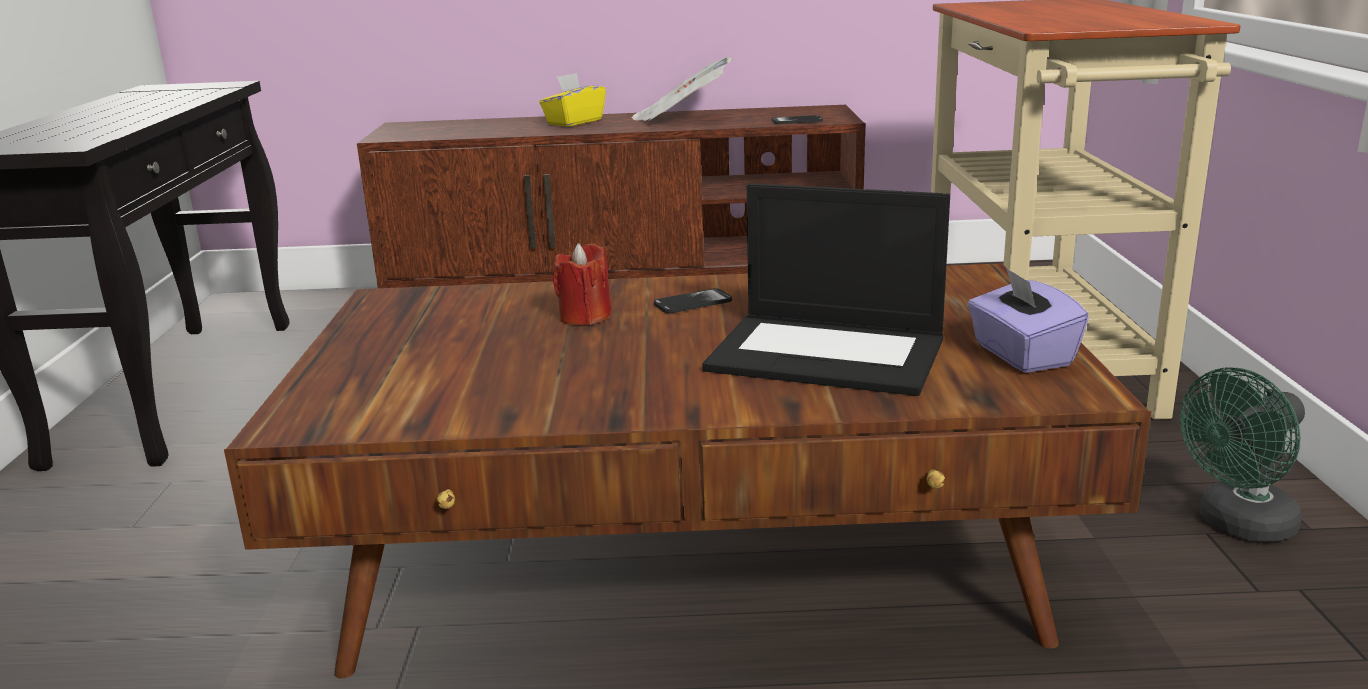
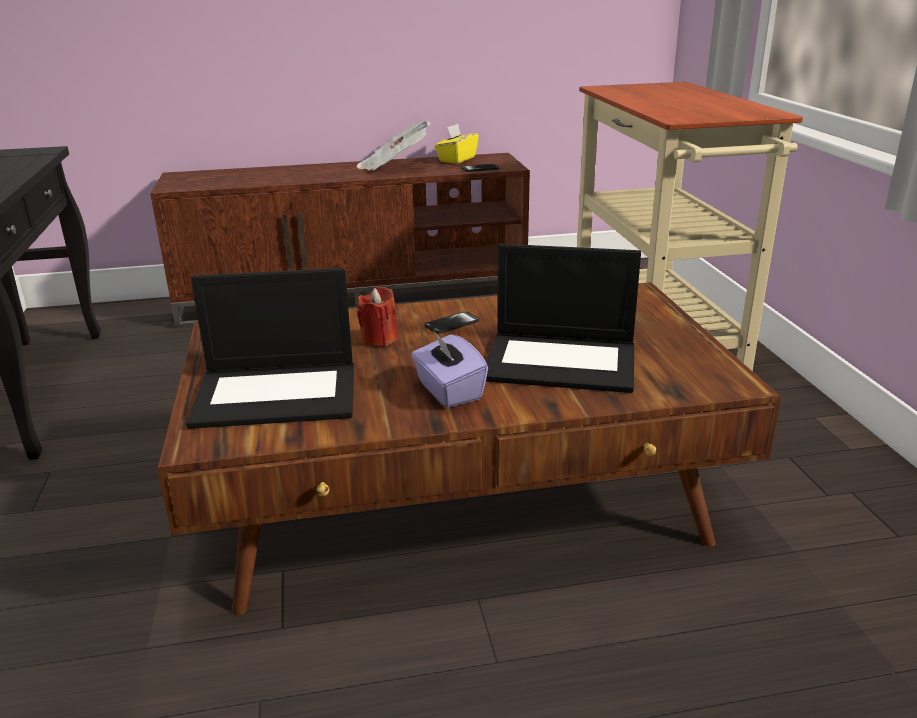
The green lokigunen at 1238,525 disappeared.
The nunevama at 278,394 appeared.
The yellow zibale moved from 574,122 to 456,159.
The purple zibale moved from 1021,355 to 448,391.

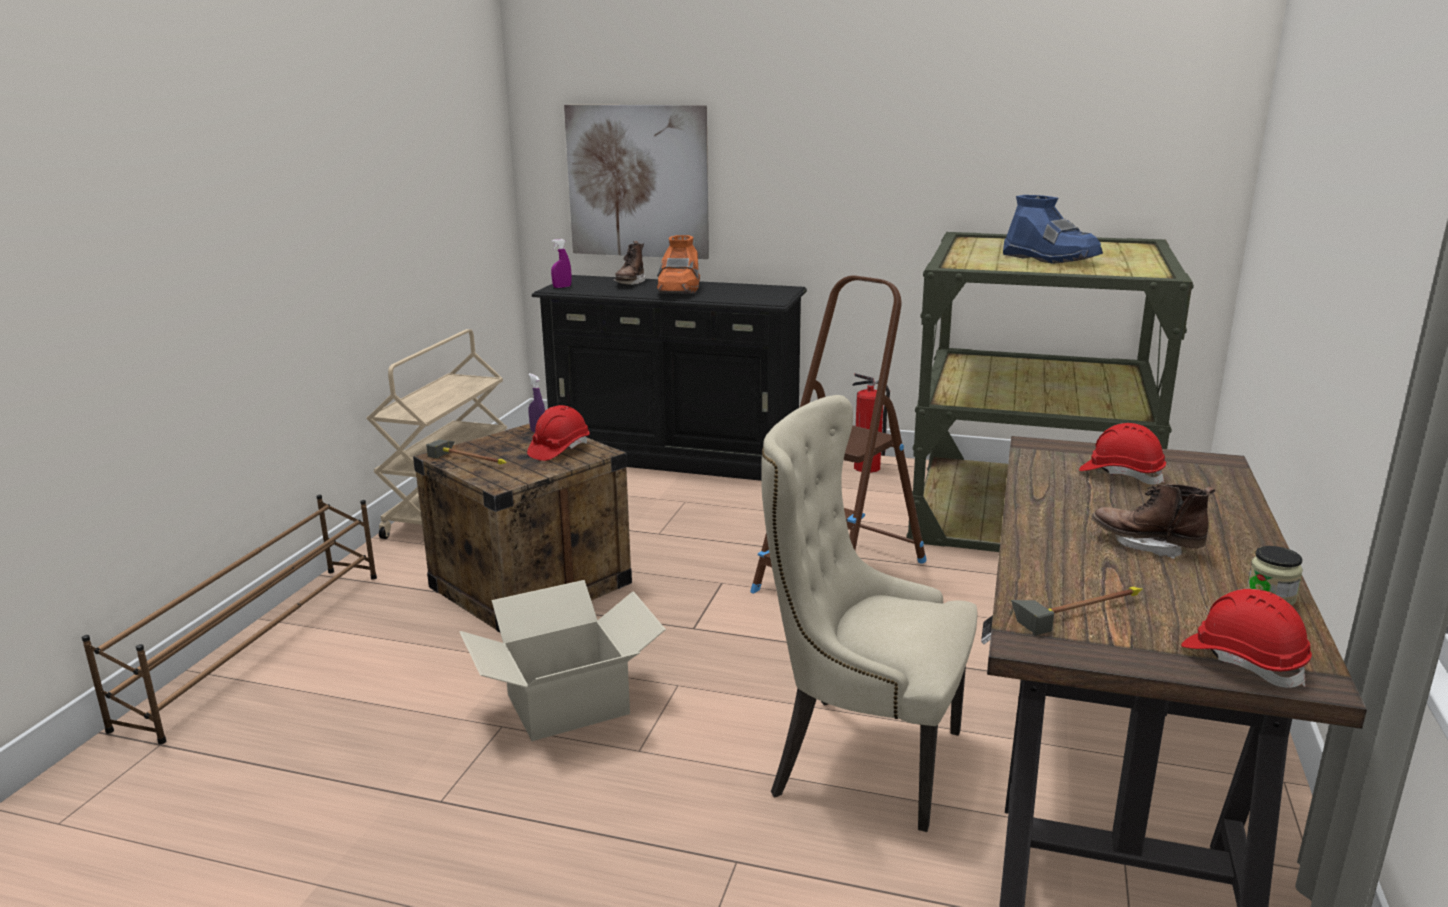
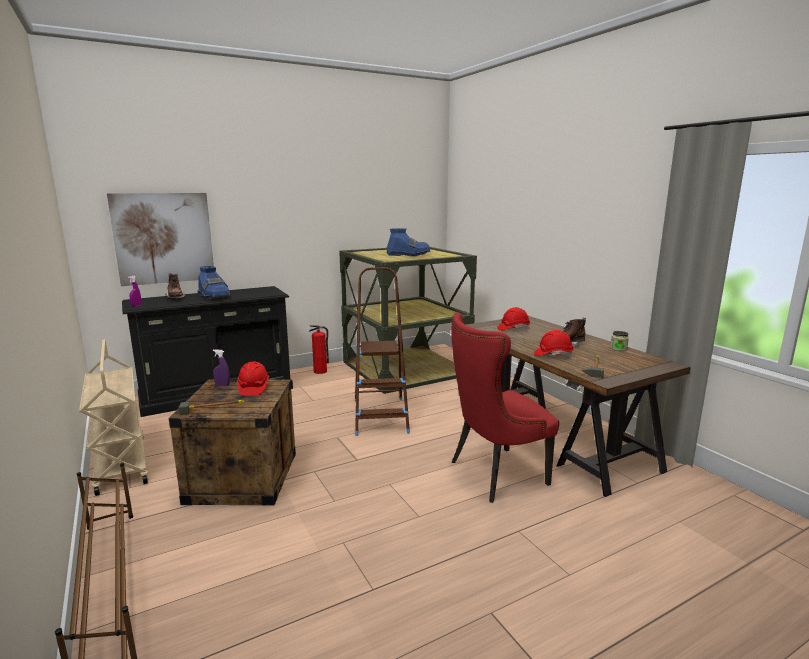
The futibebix at 567,703 disappeared.
The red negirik moved from 1243,661 to 553,355.
The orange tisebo at 679,290 became the blue tisebo at 214,296.
The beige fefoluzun at 862,760 became the red fefoluzun at 496,474.

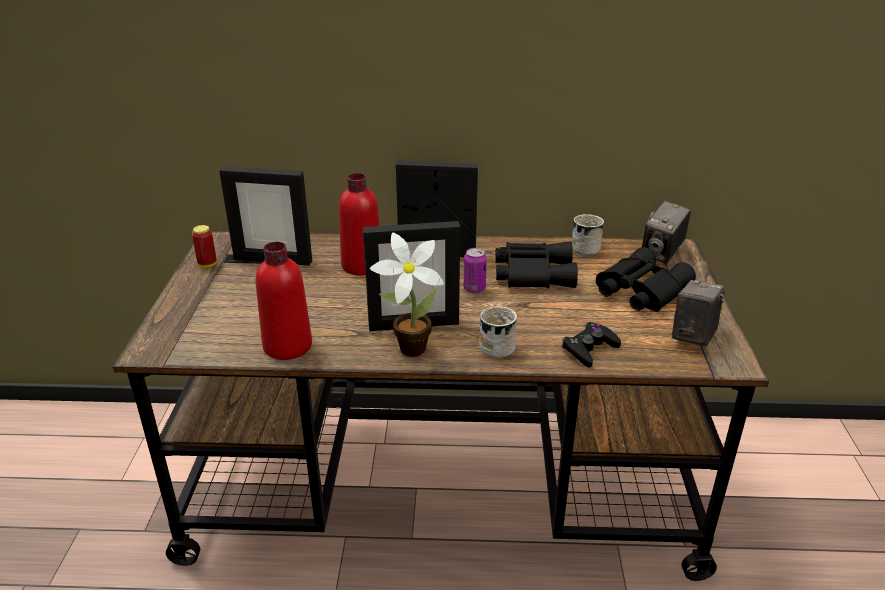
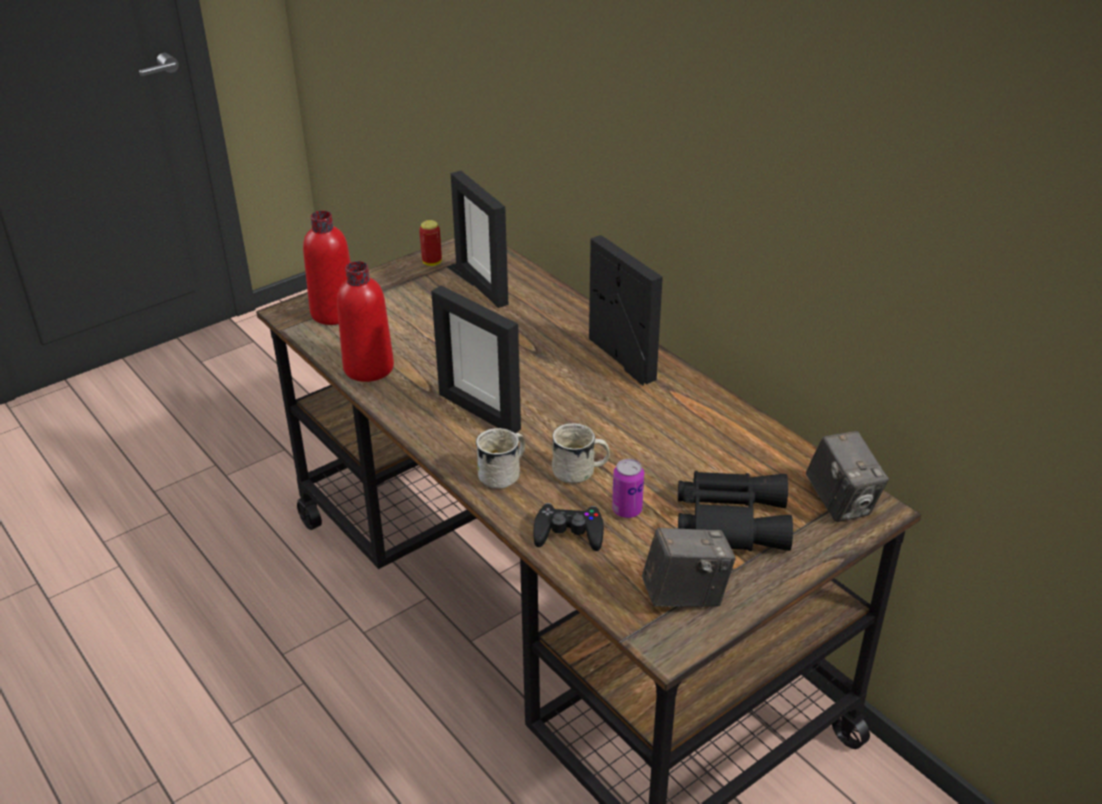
The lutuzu at 408,349 disappeared.
The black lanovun at 532,273 disappeared.
The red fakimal moved from 362,266 to 334,313.
The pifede moved from 474,289 to 627,510.
The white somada moved from 588,247 to 580,472.
The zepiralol at 662,253 turned 105 degrees counterclockwise.

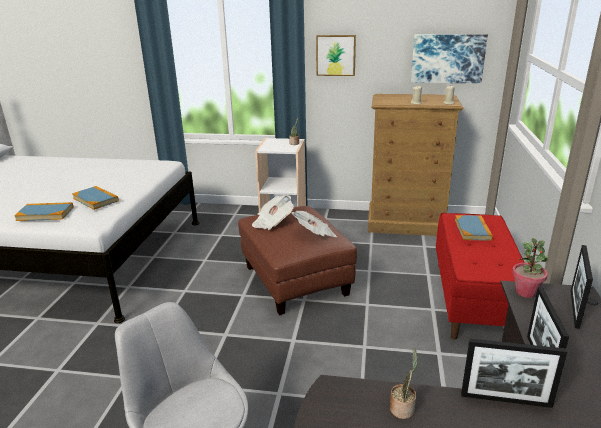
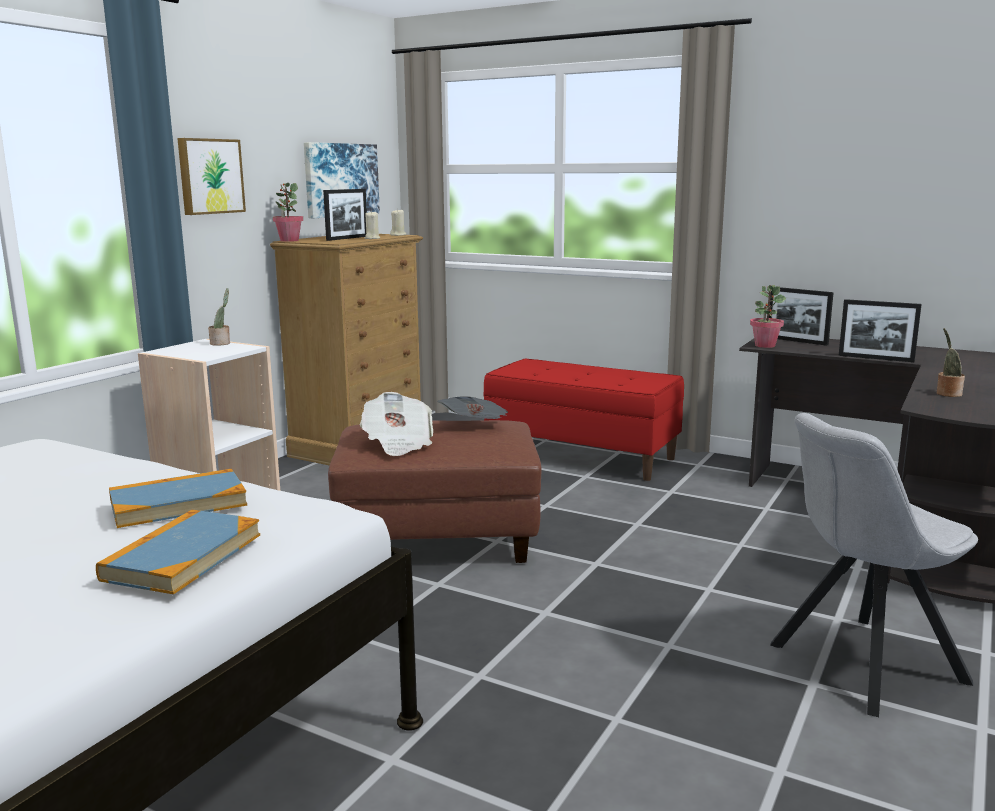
The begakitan at 472,230 disappeared.
The lutuzu at 289,240 appeared.
The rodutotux moved from 505,400 to 347,238.

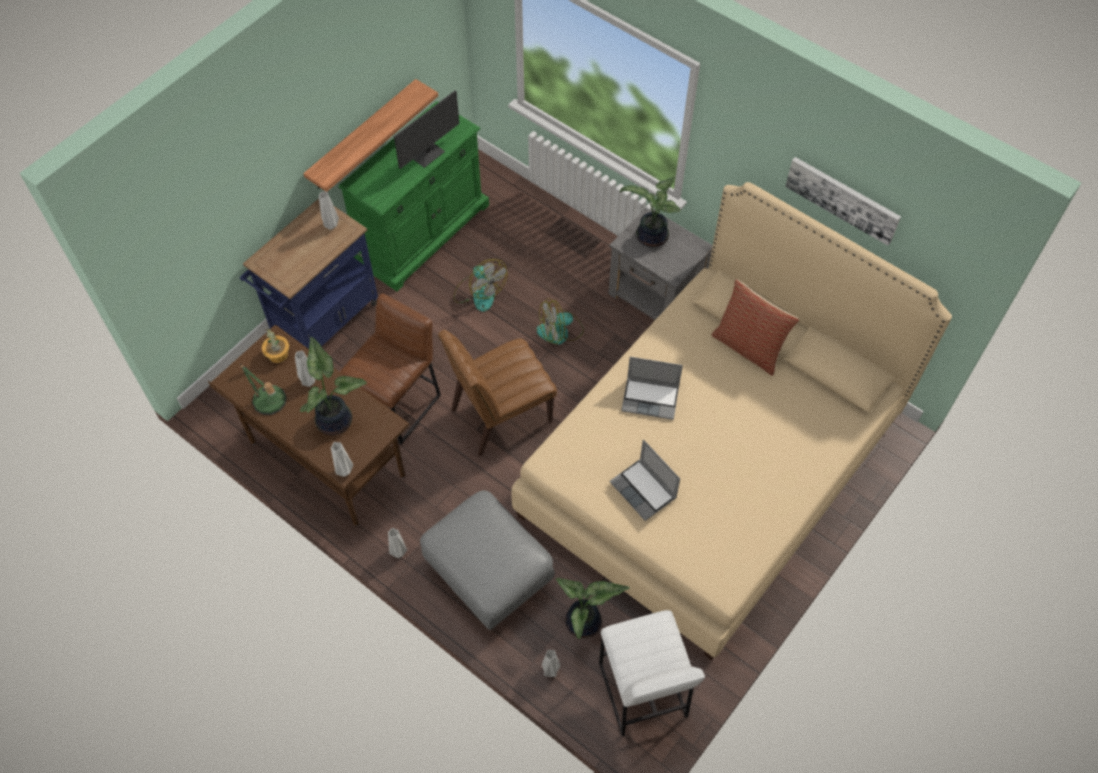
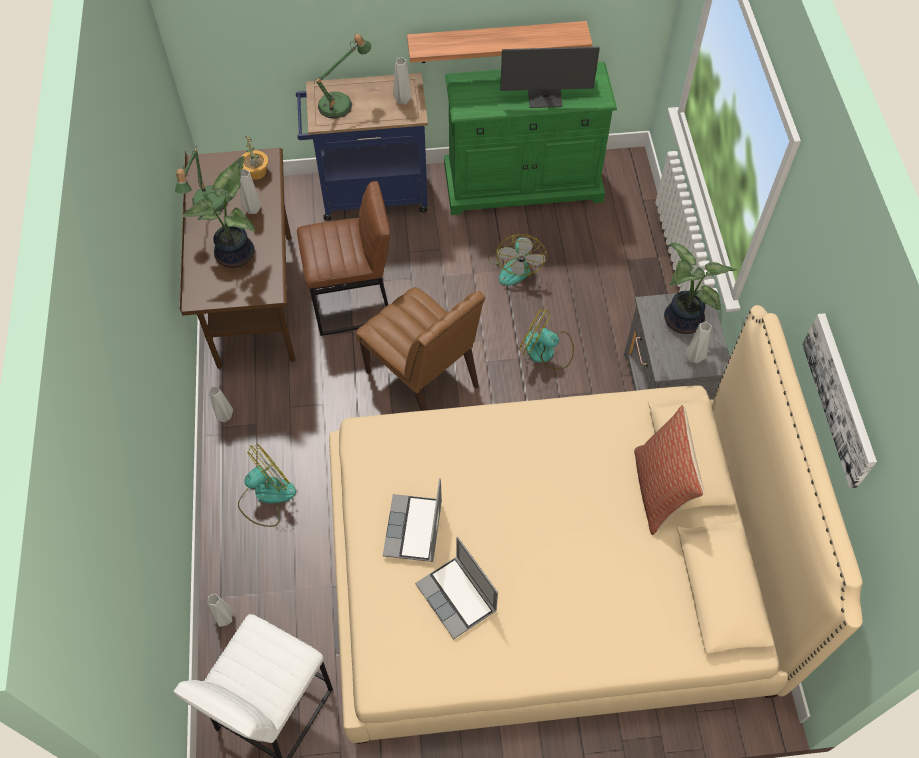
The lutuzu at 585,624 disappeared.
The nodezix at 341,104 appeared.
The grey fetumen moved from 343,470 to 693,357.
The nunevama moved from 651,398 to 457,598.
The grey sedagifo at 488,575 was replaced by the lokigunen at 266,496.
The brown fefoluzun at 501,415 turned 150 degrees counterclockwise.

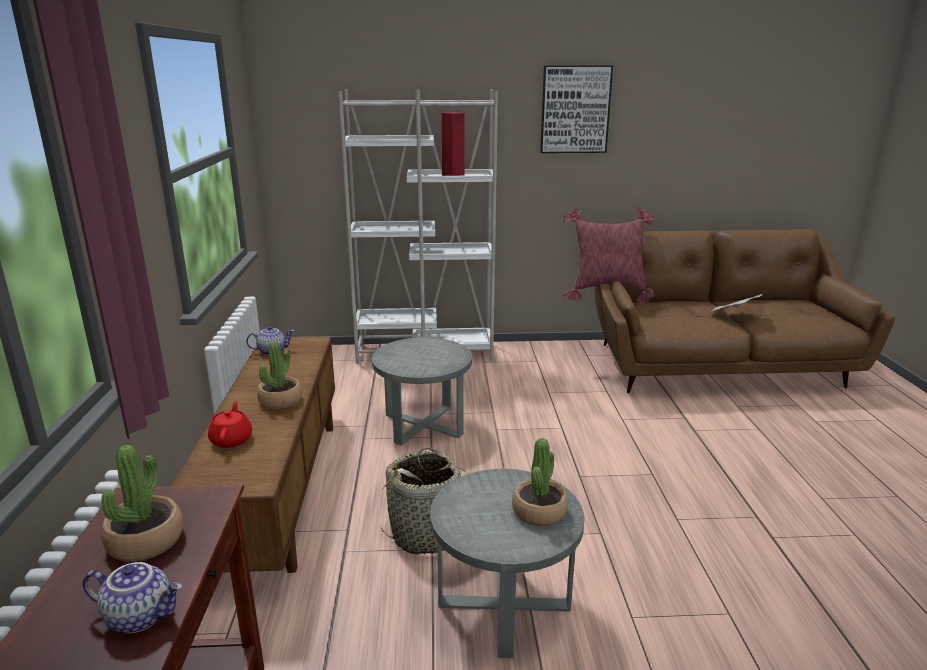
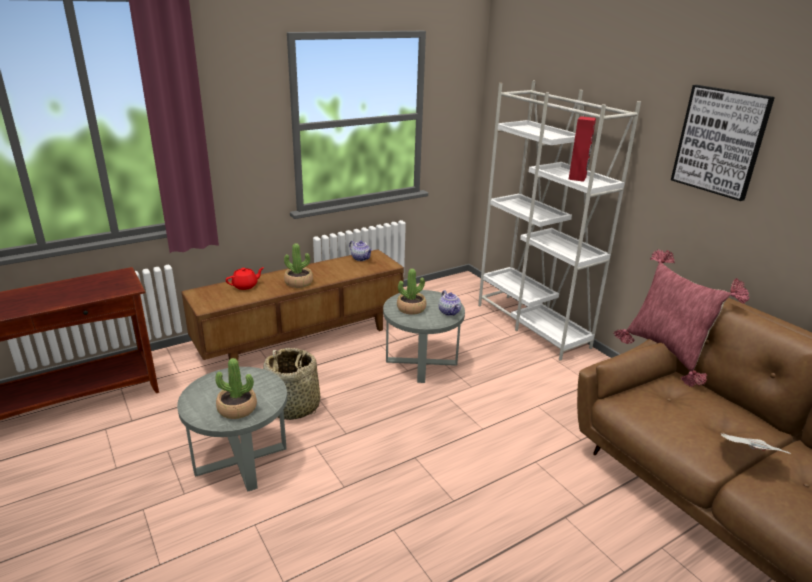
The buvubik moved from 141,616 to 450,312.
The lutuzu moved from 145,541 to 411,308.

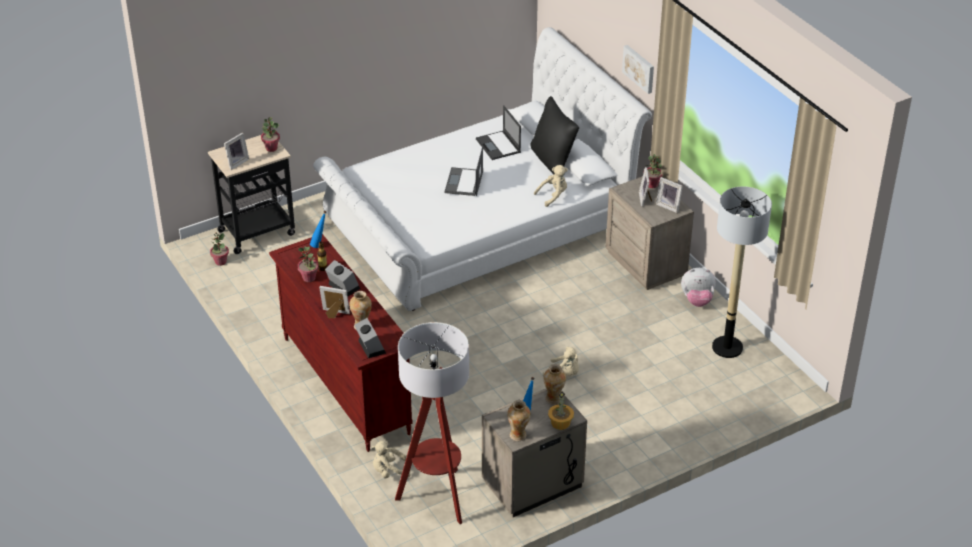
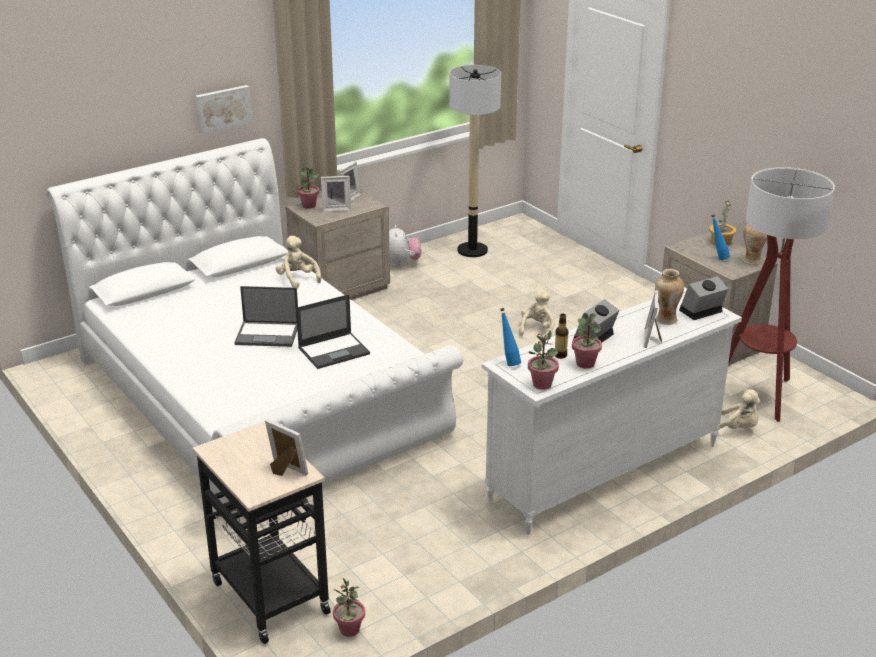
The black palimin at 553,161 disappeared.
The fetumen at 554,399 disappeared.
The lutuzu moved from 271,148 to 542,384.
The nunevama moved from 498,146 to 334,350.
The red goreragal at 345,385 became the white goreragal at 605,473.
The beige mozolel at 389,471 turned 45 degrees counterclockwise.

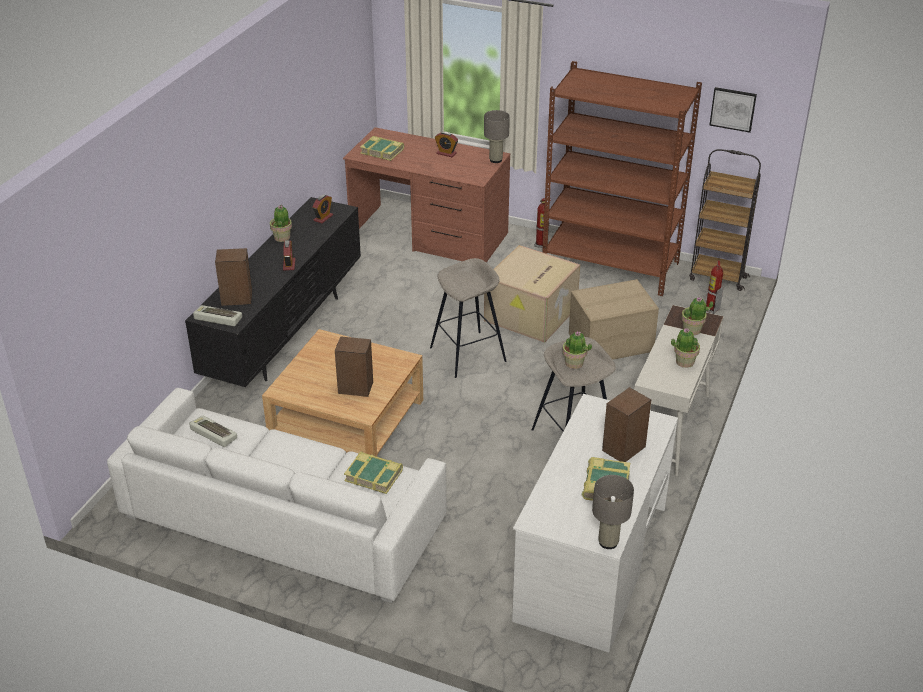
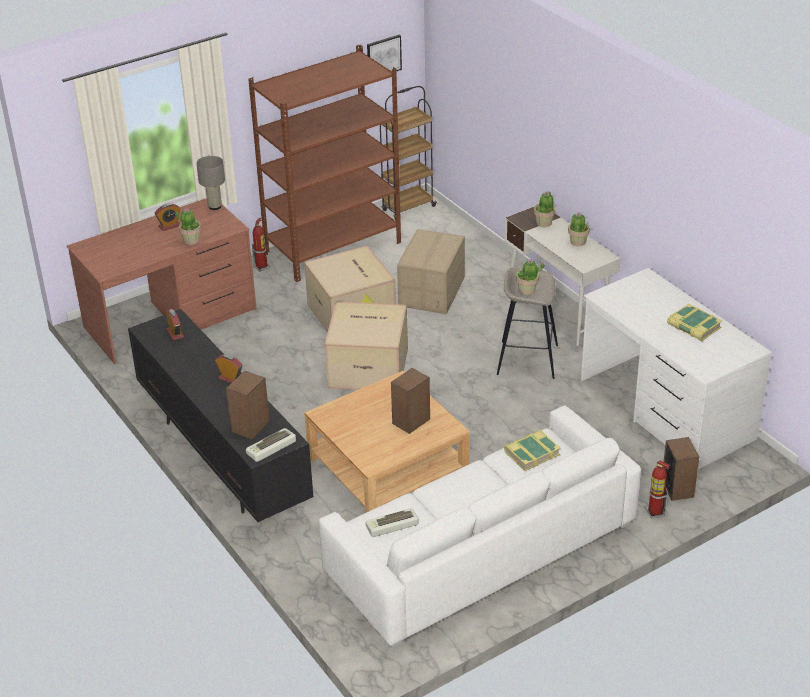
The begakitan at 382,151 disappeared.
The grey nodezix at 608,542 disappeared.
The lutuzu moved from 282,237 to 191,240.
The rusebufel moved from 624,448 to 677,488.
The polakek moved from 711,309 to 655,513.
The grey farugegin at 468,354 was replaced by the futibebix at 369,367.

